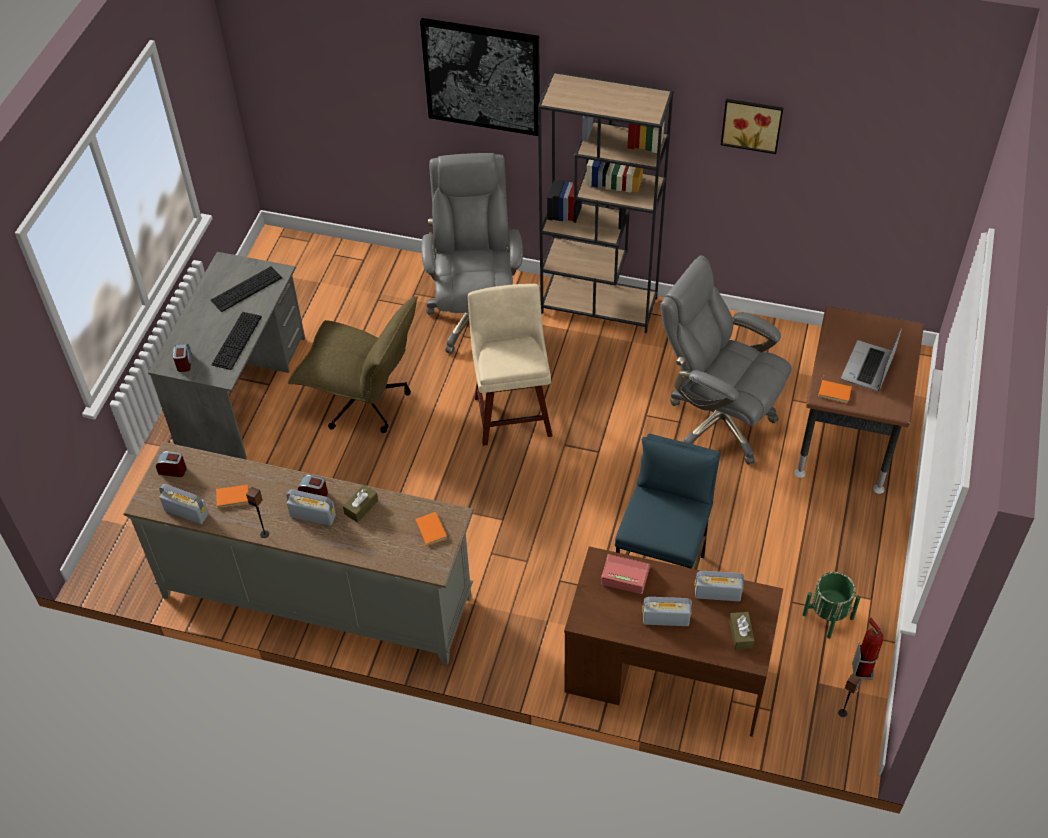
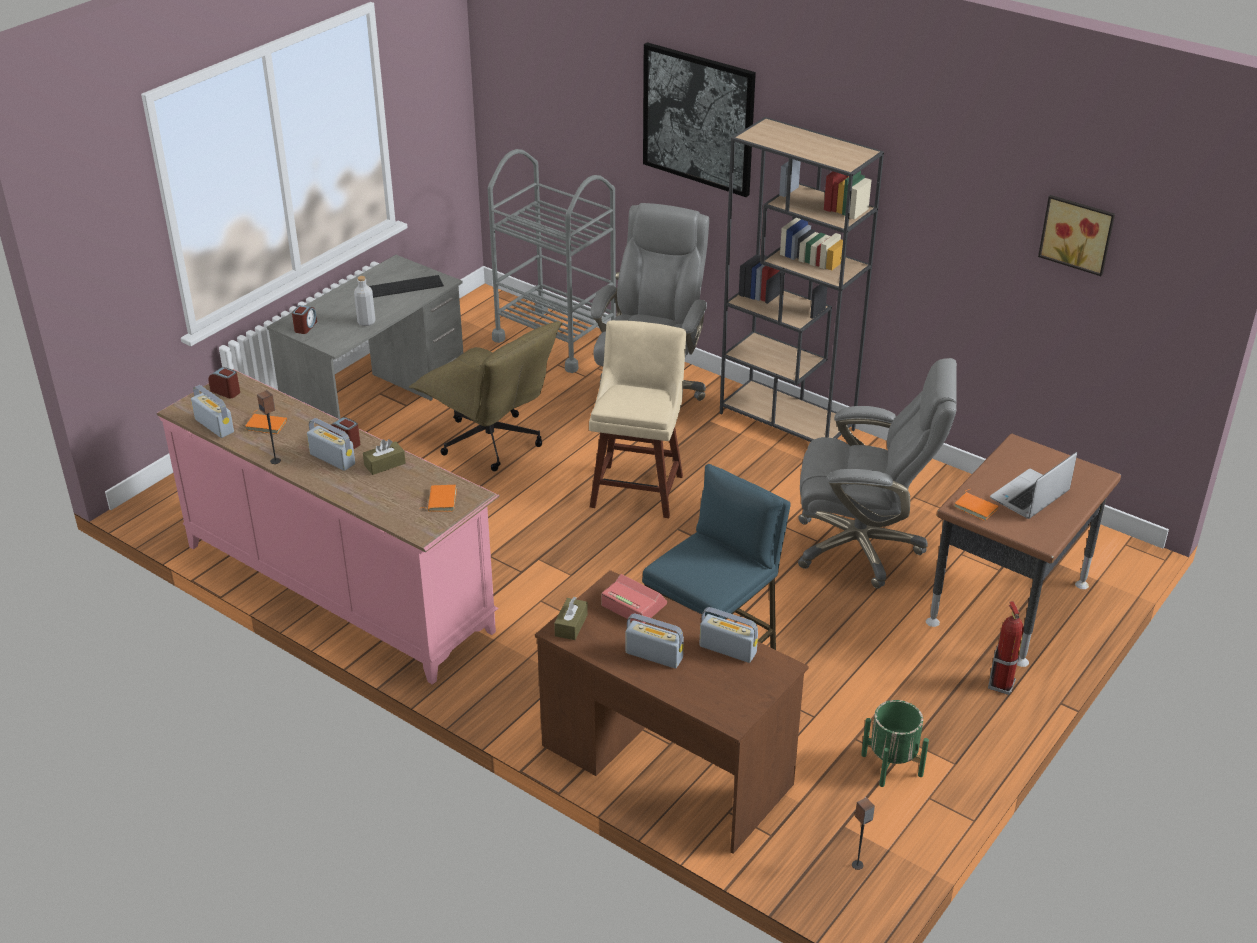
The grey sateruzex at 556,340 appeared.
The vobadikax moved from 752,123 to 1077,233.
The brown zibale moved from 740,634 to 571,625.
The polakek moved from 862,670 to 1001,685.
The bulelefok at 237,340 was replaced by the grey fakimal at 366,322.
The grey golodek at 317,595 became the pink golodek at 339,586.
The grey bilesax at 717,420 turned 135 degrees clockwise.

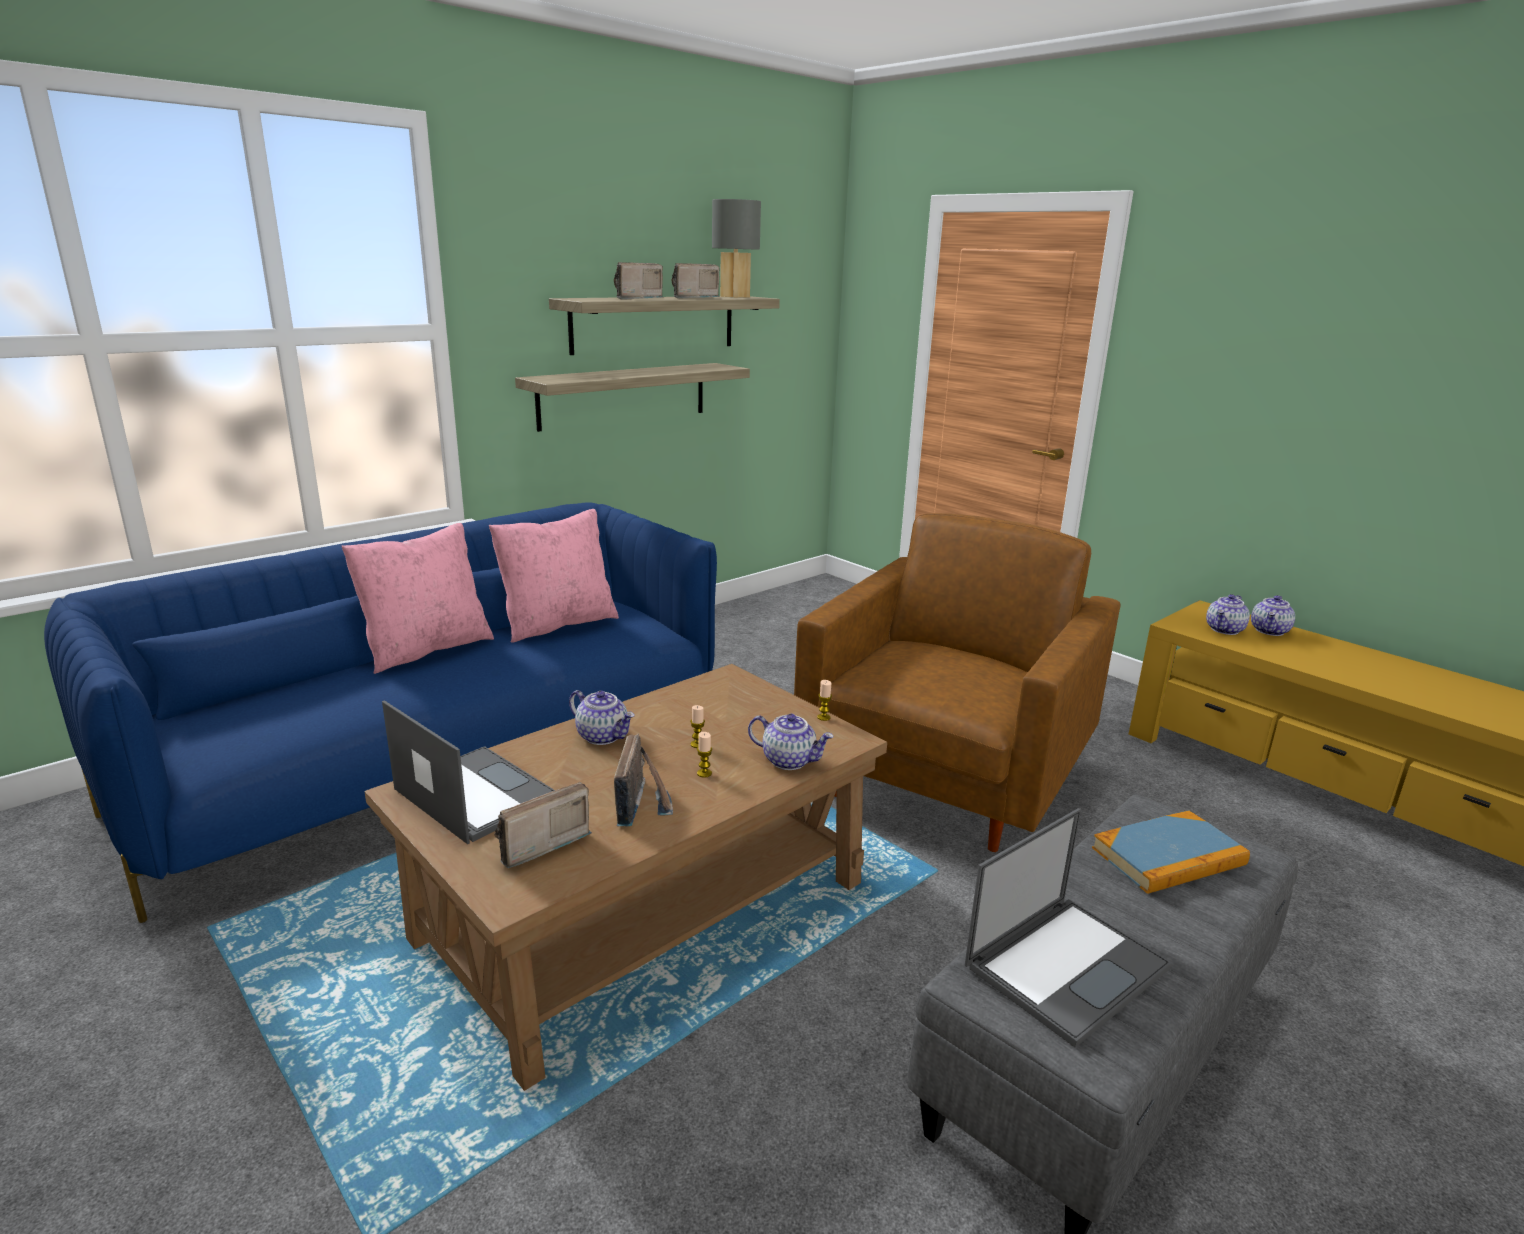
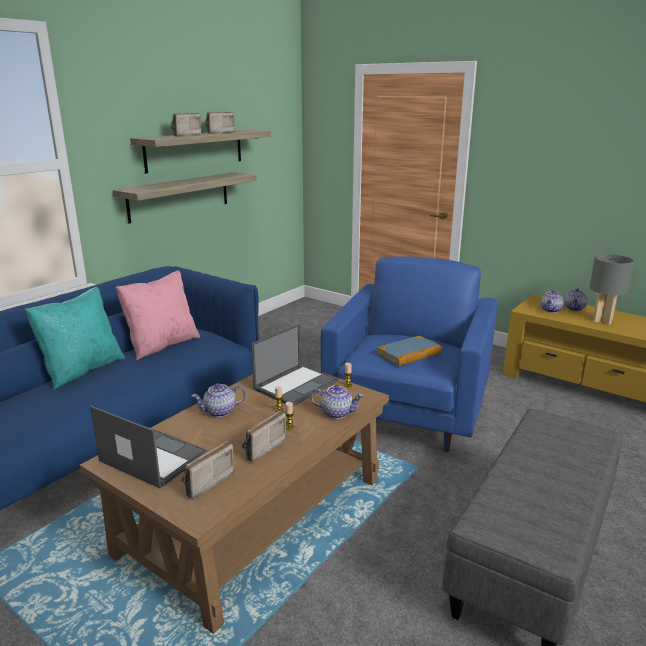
The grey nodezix moved from 735,297 to 602,320.
The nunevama moved from 1067,965 to 296,385.
The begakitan moved from 1168,857 to 409,353.
The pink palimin at 426,649 became the turquoise palimin at 82,370.
The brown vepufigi at 945,779 became the blue vepufigi at 409,413.
The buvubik at 603,736 turned 135 degrees clockwise.
The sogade at 644,802 turned 135 degrees counterclockwise.

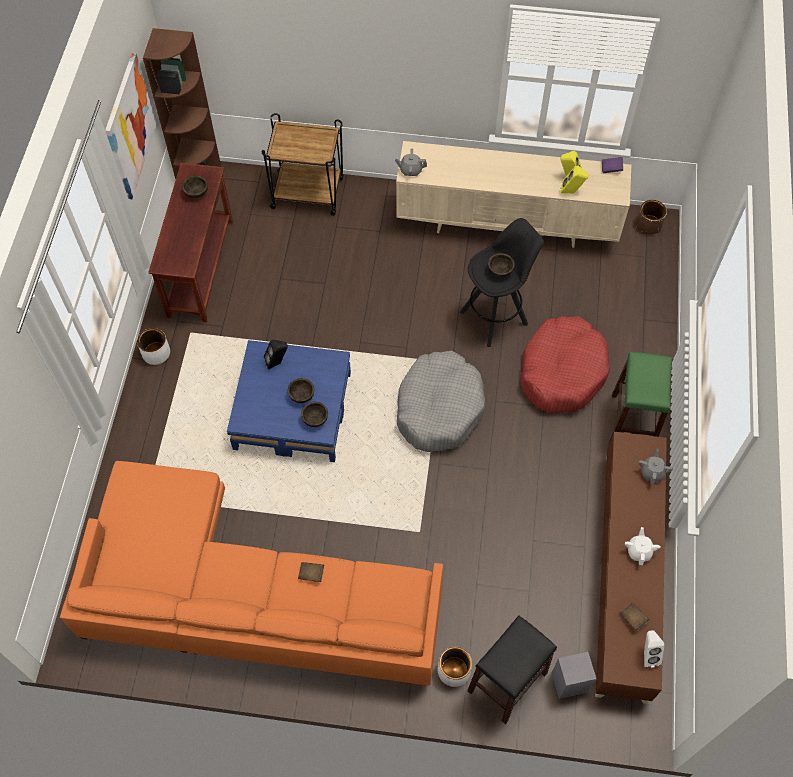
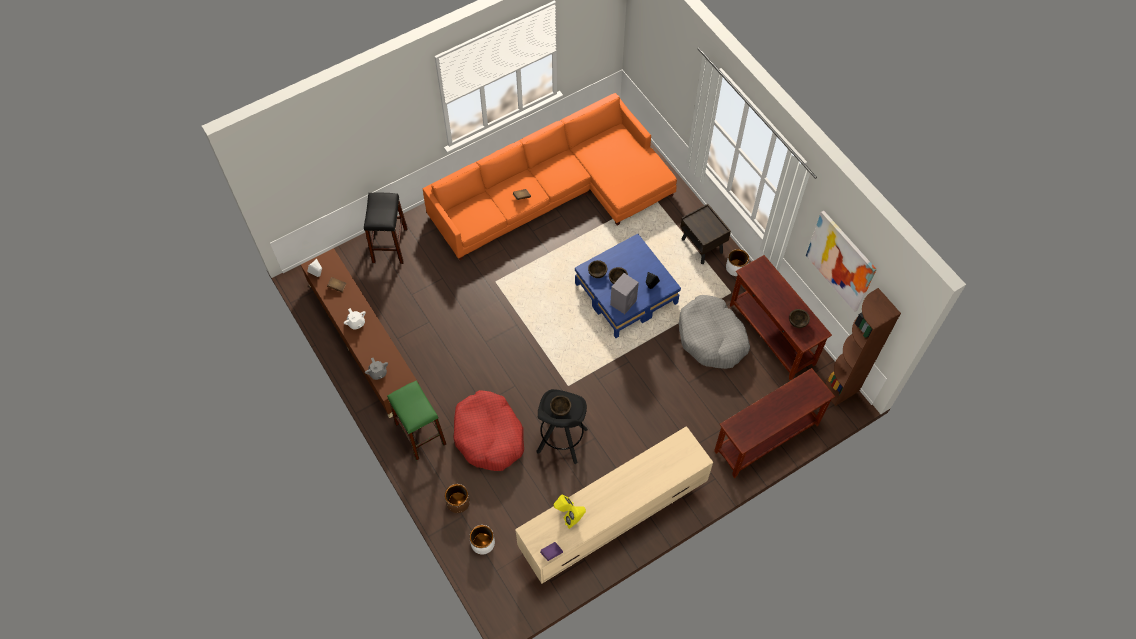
The grey buvubik at 410,170 disappeared.
The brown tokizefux at 702,246 appeared.
The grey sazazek moved from 439,408 to 712,337.
The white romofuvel moved from 454,670 to 482,543.
The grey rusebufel moved from 568,682 to 623,302.
The brown romofuvel moved from 648,224 to 458,502.
The brown sateruzex at 308,193 was replaced by the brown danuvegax at 766,438.

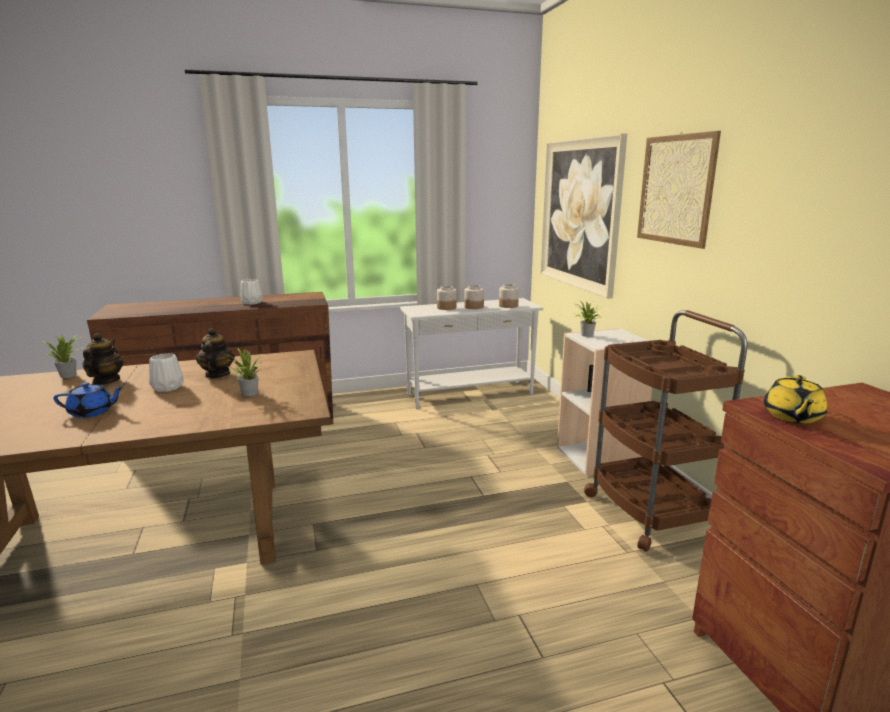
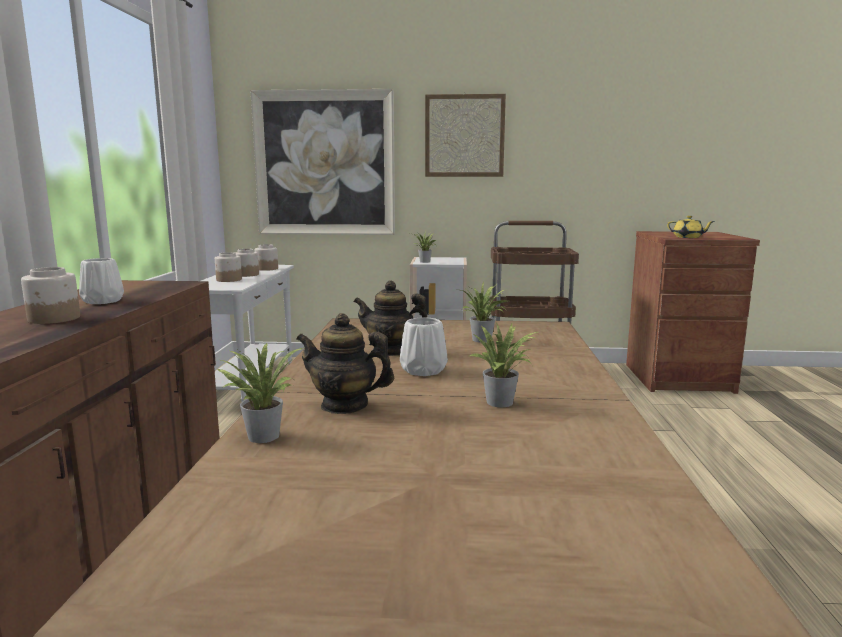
The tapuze at 54,319 appeared.
The blue buvubik at 92,412 was replaced by the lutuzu at 503,402.

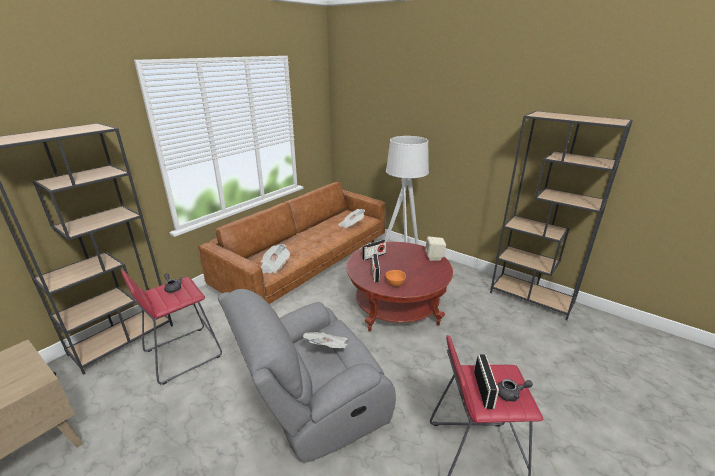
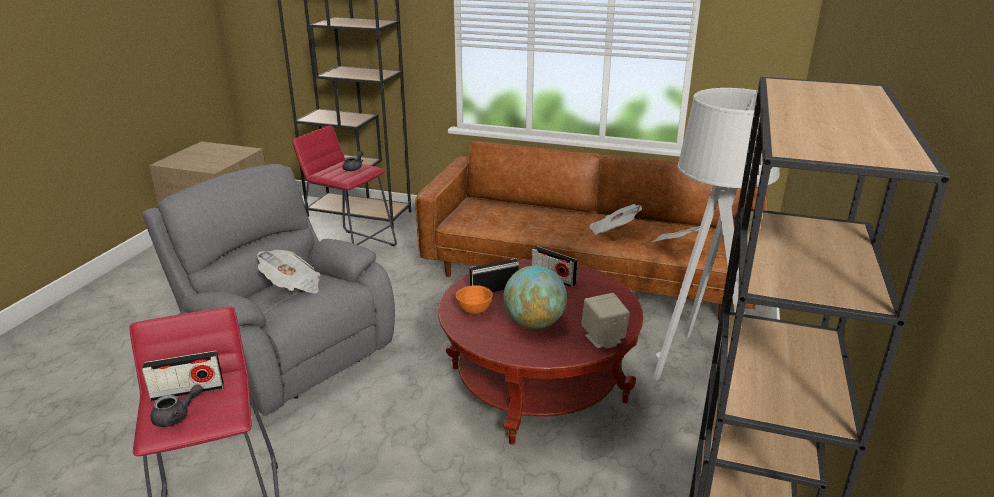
The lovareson at 534,323 appeared.
The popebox moved from 274,266 to 613,231.
The grey buvubik at 511,394 turned 105 degrees counterclockwise.

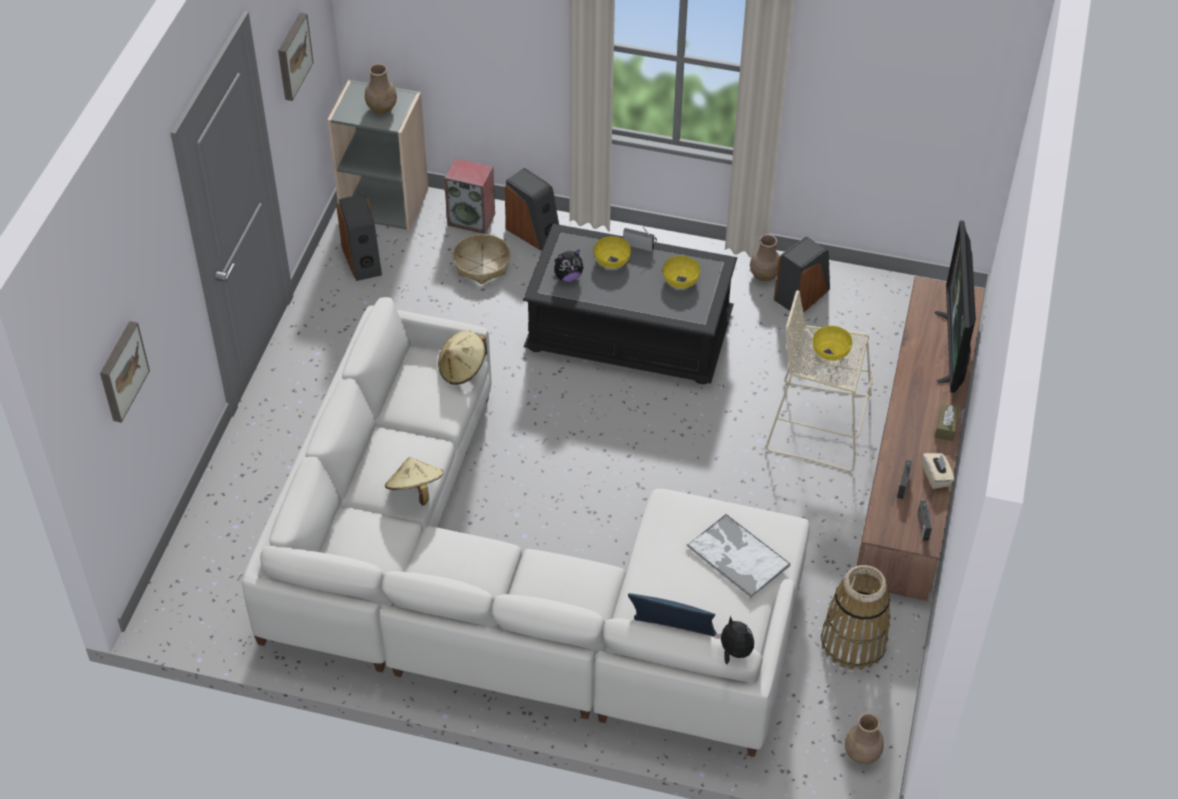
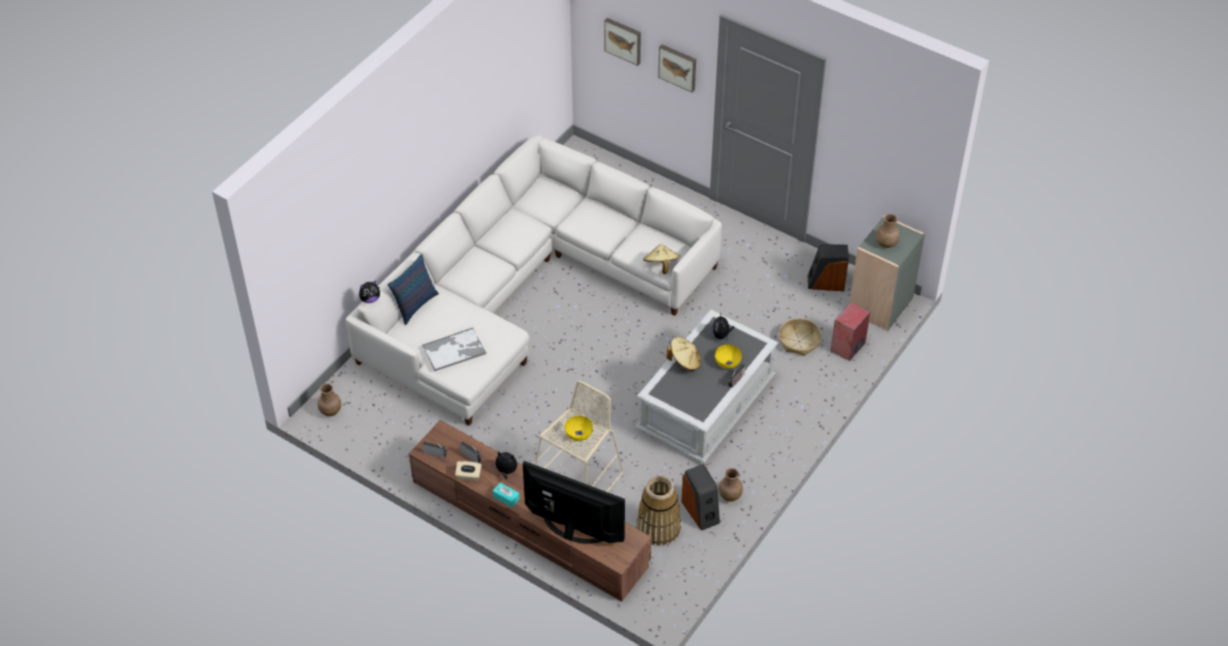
The rusebufel at 534,232 disappeared.
The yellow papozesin at 680,280 disappeared.
The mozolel at 506,471 appeared.
The vobadikax moved from 292,56 to 678,67.
The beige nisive moved from 415,491 to 684,361.
The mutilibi moved from 853,642 to 658,527.
The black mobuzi at 628,330 became the white mobuzi at 706,402.
The brown zibale at 945,427 became the turquoise zibale at 506,498.

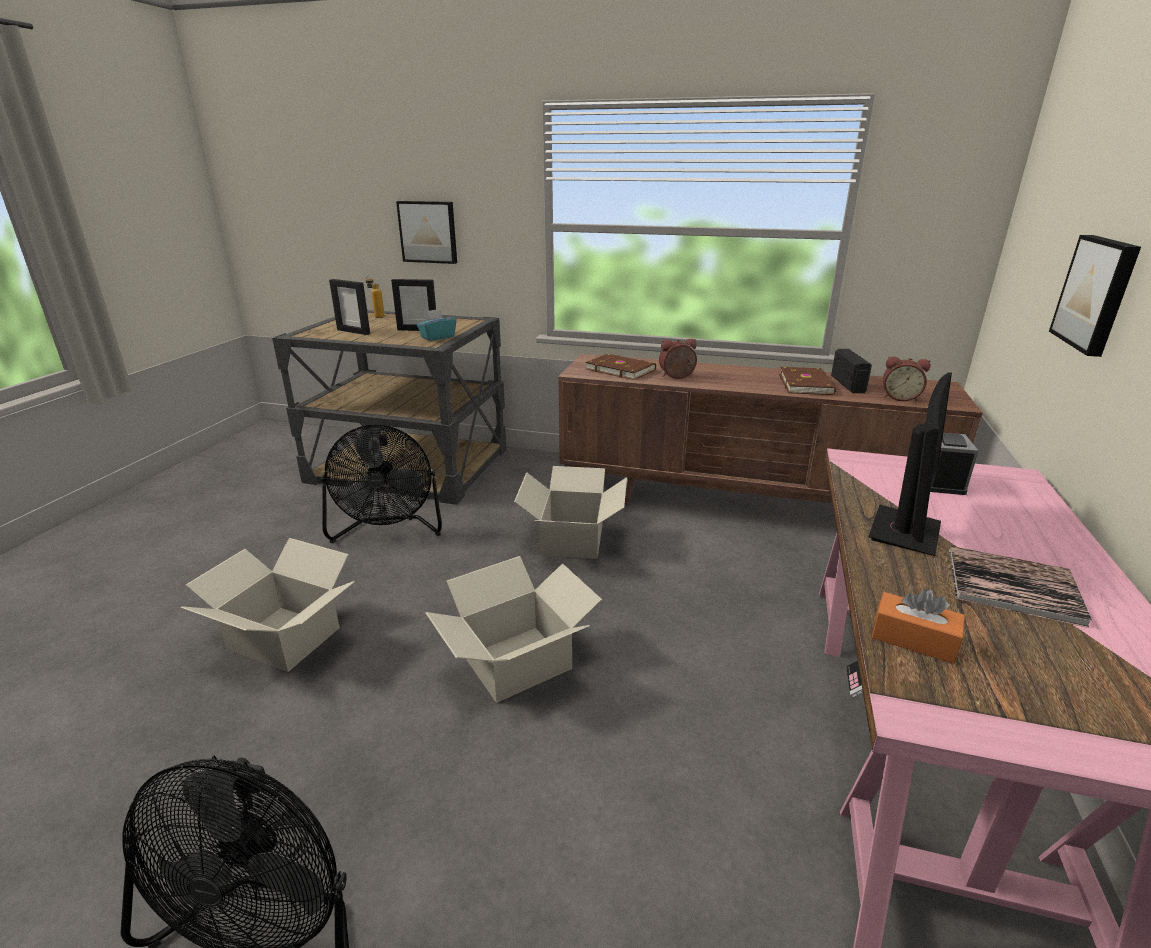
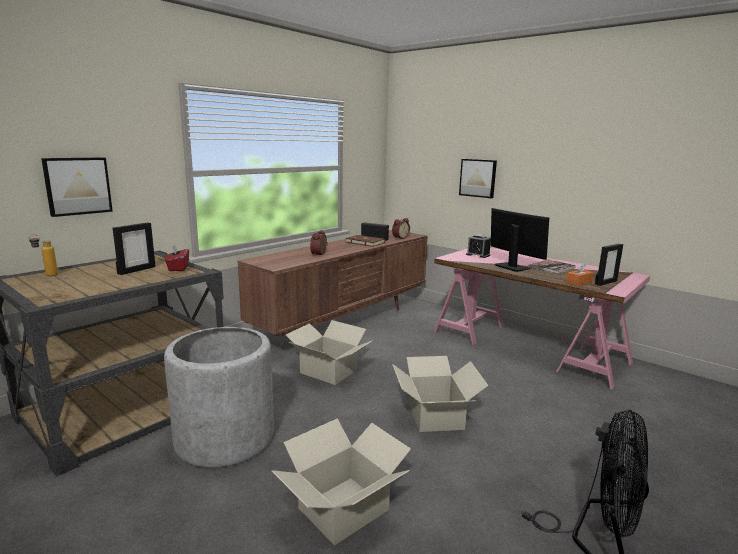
The brown begakitan at 620,369 disappeared.
The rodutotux moved from 354,331 to 606,282.
The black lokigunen at 384,528 was replaced by the grey romofuvel at 225,437.
The turquoise zibale at 437,337 became the red zibale at 178,268.

